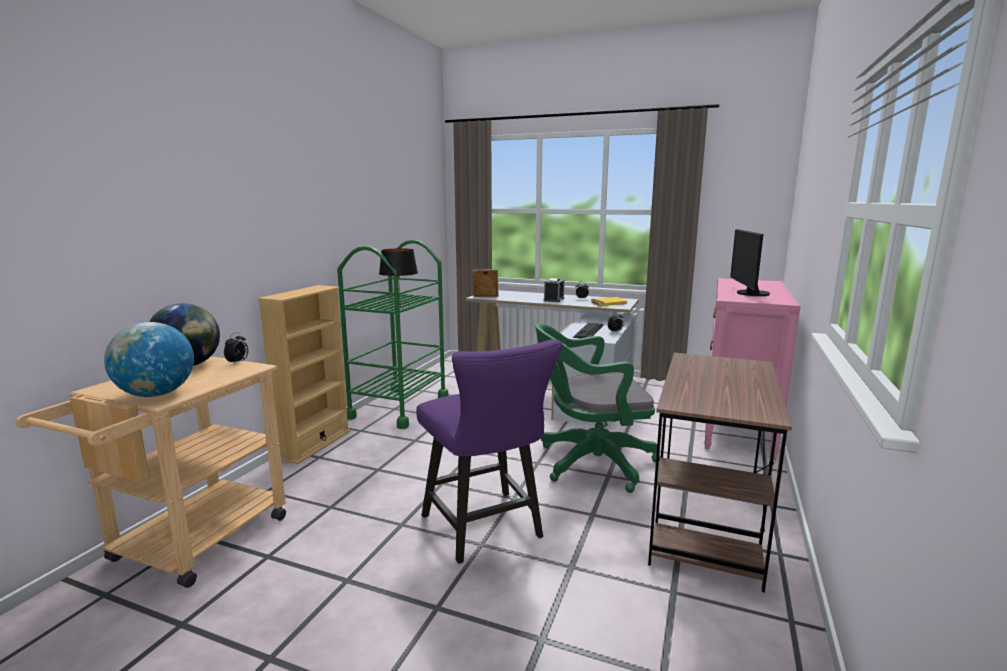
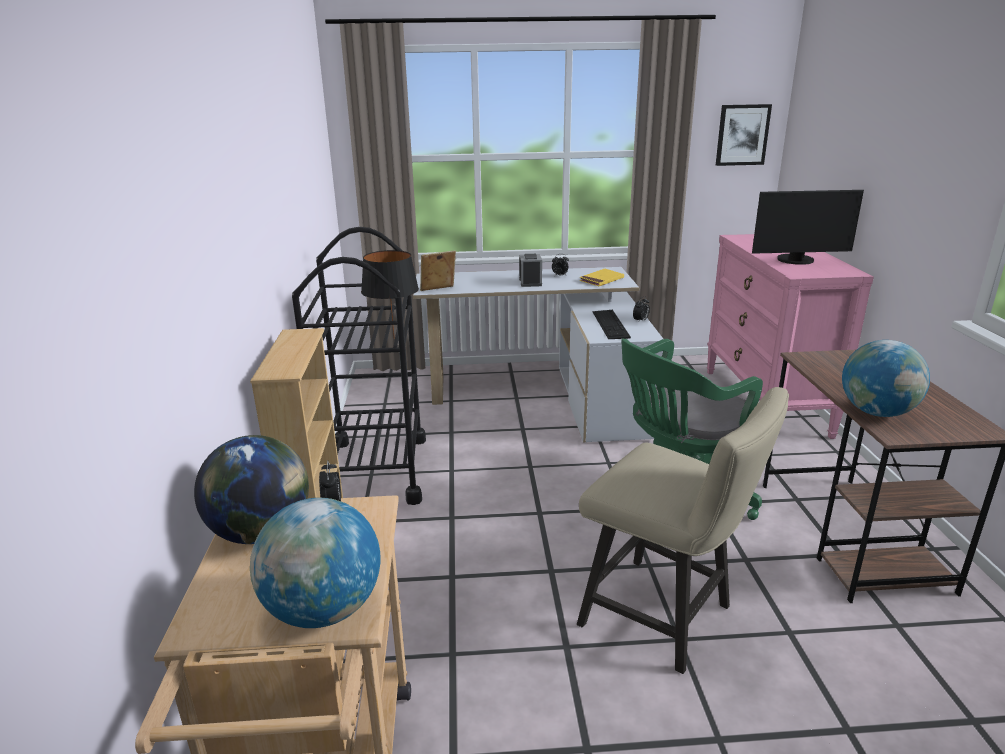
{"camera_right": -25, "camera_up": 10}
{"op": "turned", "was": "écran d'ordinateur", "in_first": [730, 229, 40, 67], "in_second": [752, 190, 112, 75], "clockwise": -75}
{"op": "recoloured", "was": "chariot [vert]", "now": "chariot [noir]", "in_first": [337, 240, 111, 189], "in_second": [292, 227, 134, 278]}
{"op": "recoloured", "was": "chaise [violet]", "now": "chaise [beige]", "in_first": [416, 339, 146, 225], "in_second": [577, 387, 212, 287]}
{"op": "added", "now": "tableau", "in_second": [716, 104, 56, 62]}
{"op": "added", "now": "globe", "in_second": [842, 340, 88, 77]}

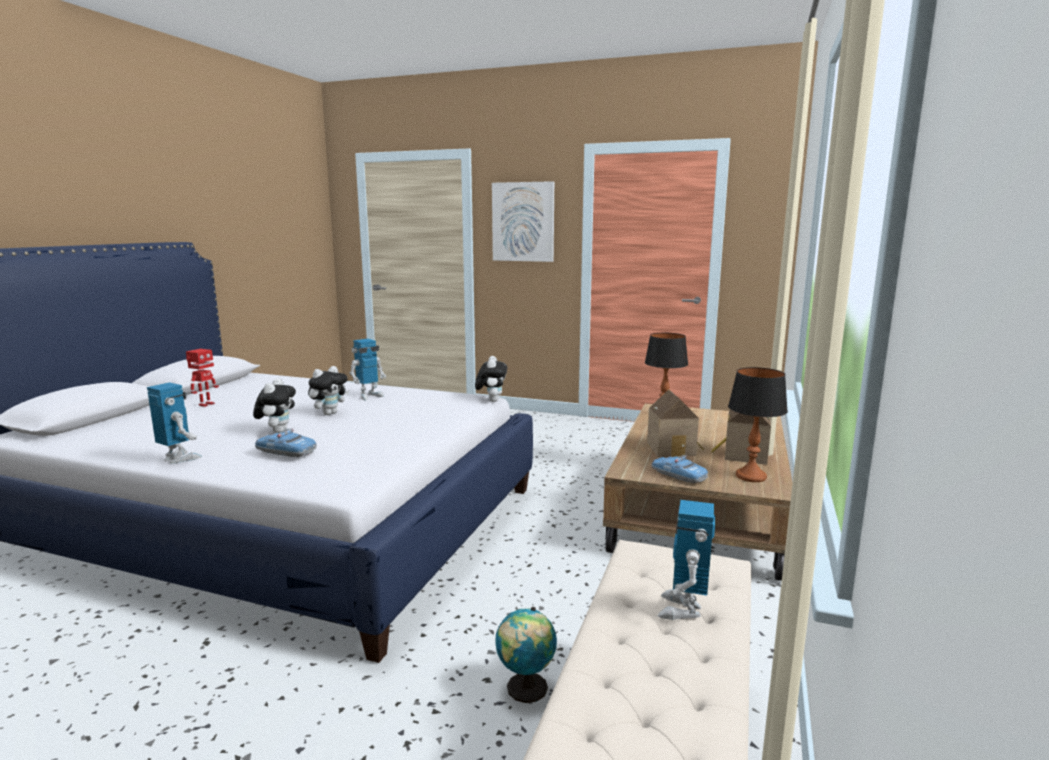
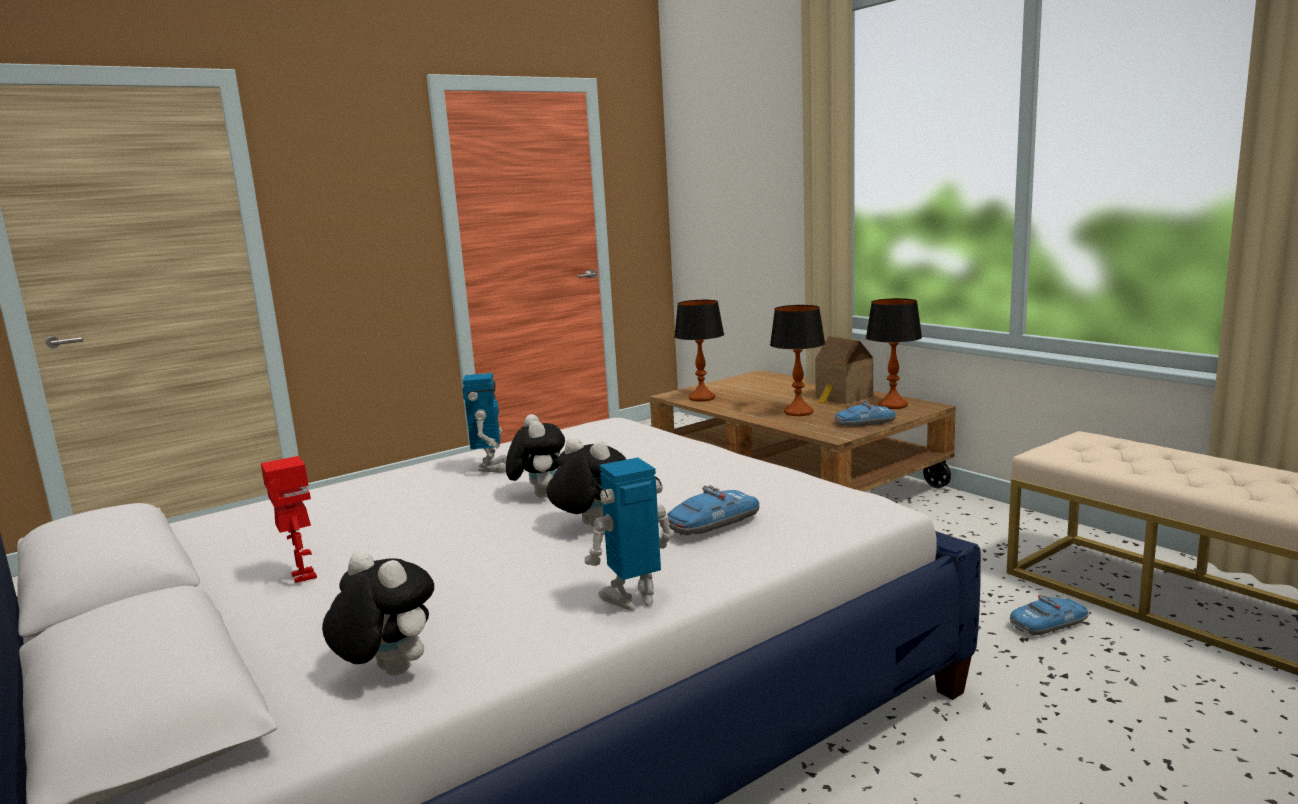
{"camera_right": -55, "camera_up": 0}
{"op": "removed", "was": "tableau", "in_first": [492, 181, 62, 81]}
{"op": "moved", "was": "peluche", "in_first": [475, 356, 32, 46], "in_second": [322, 551, 112, 125]}
{"op": "replaced", "was": "maison miniature", "now": "lampe de table", "in_first": [647, 389, 57, 68], "in_second": [770, 305, 55, 111]}
{"op": "removed", "was": "robot jouet", "in_first": [658, 500, 57, 120]}
{"op": "replaced", "was": "globe", "now": "petite voiture", "in_first": [495, 607, 62, 96], "in_second": [1010, 594, 78, 42]}

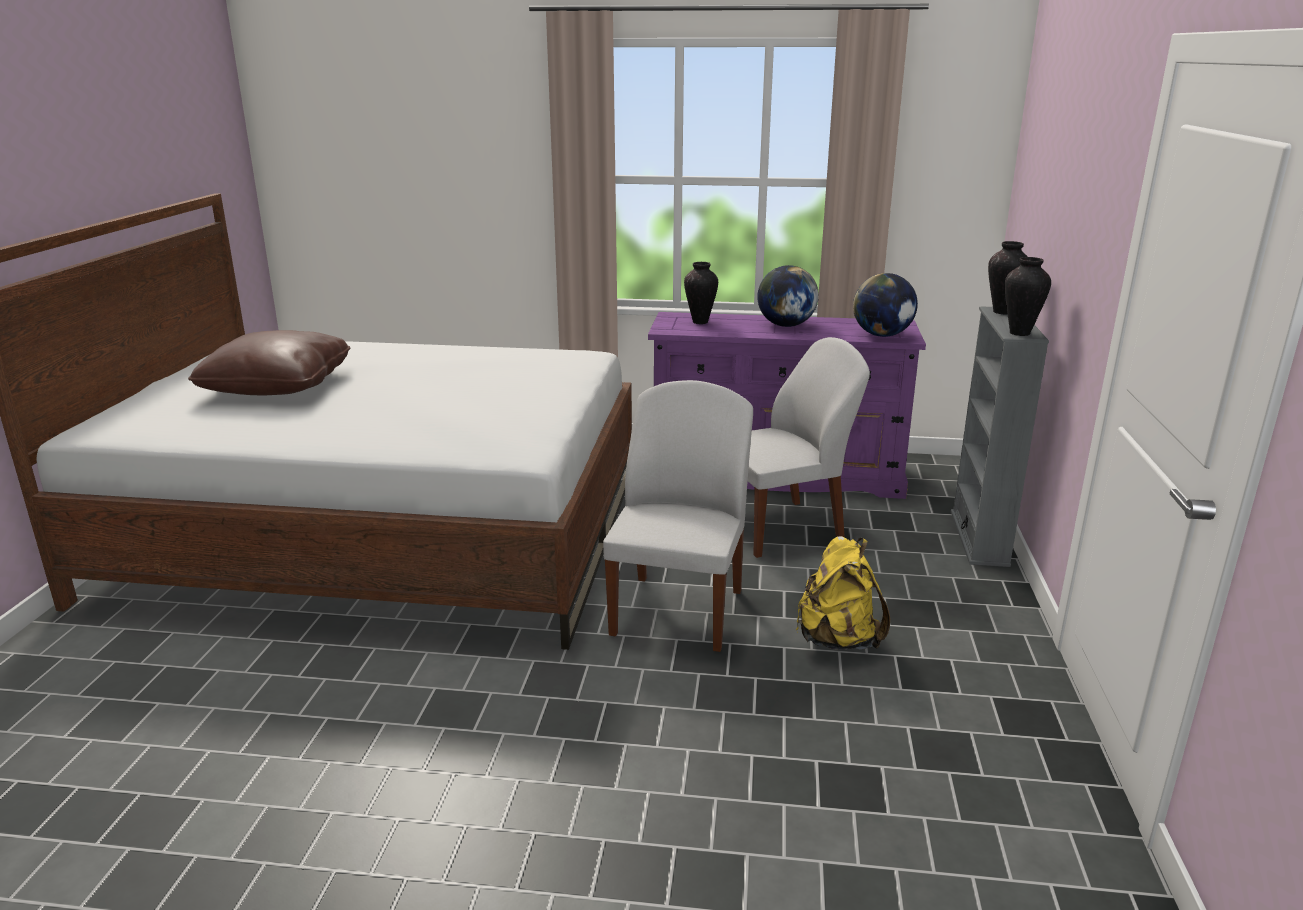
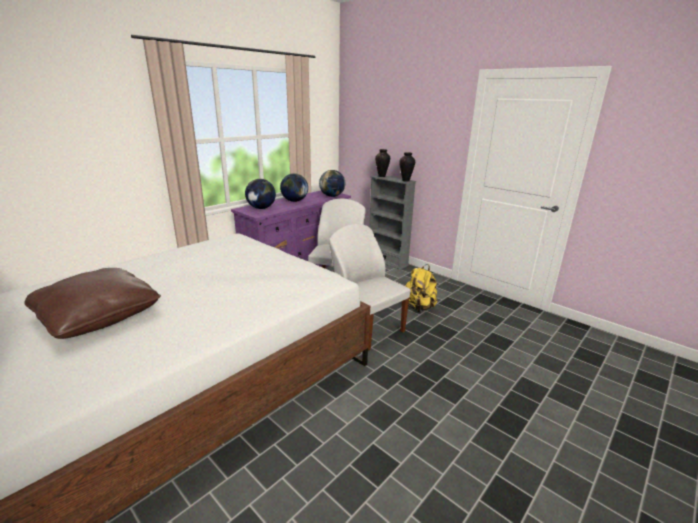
{"camera_right": -55, "camera_up": 0}
{"op": "replaced", "was": "vase", "now": "globe", "in_first": [684, 262, 34, 62], "in_second": [245, 179, 31, 30]}

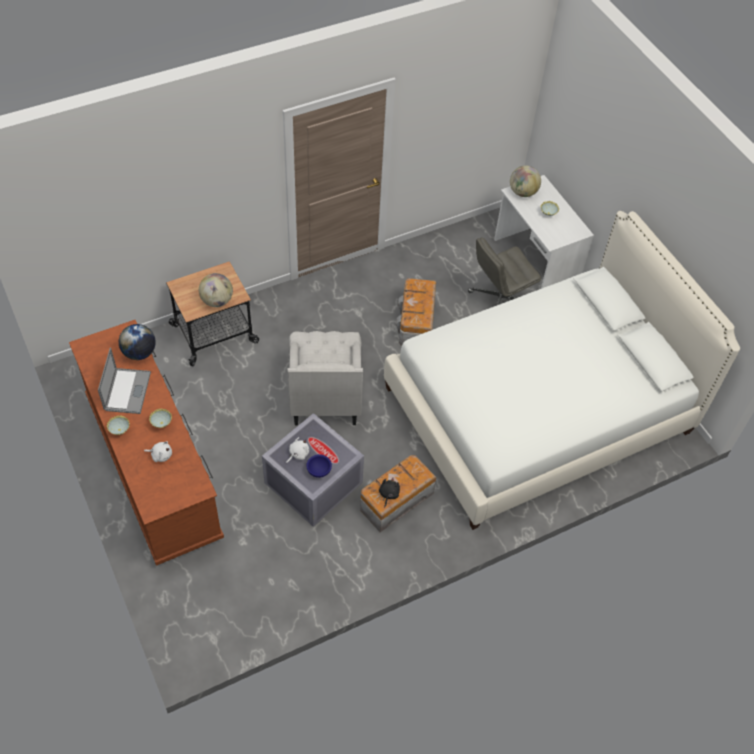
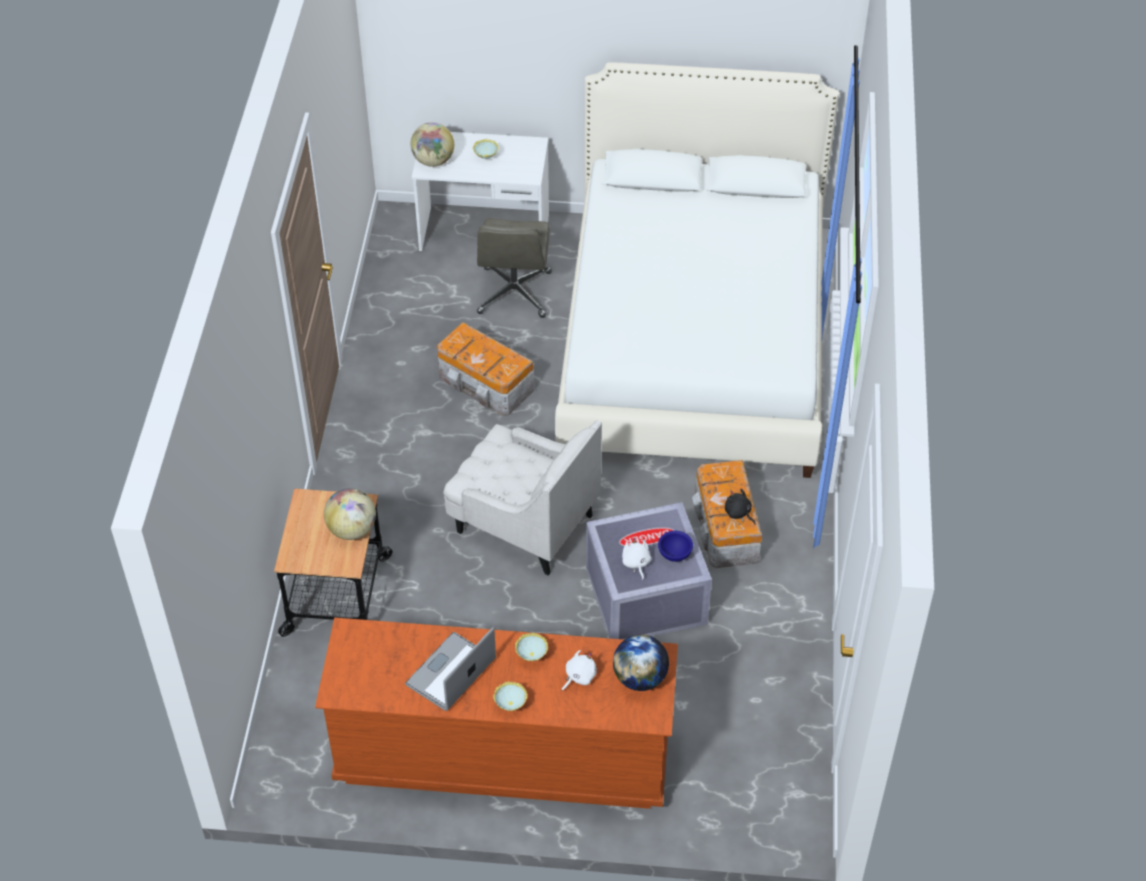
{"camera_right": -55, "camera_up": -5}
{"op": "moved", "was": "globe", "in_first": [119, 324, 37, 36], "in_second": [613, 634, 56, 57]}
{"op": "turned", "was": "ordinateur portable", "in_first": [98, 348, 53, 66], "in_second": [405, 627, 91, 84], "clockwise": -90}

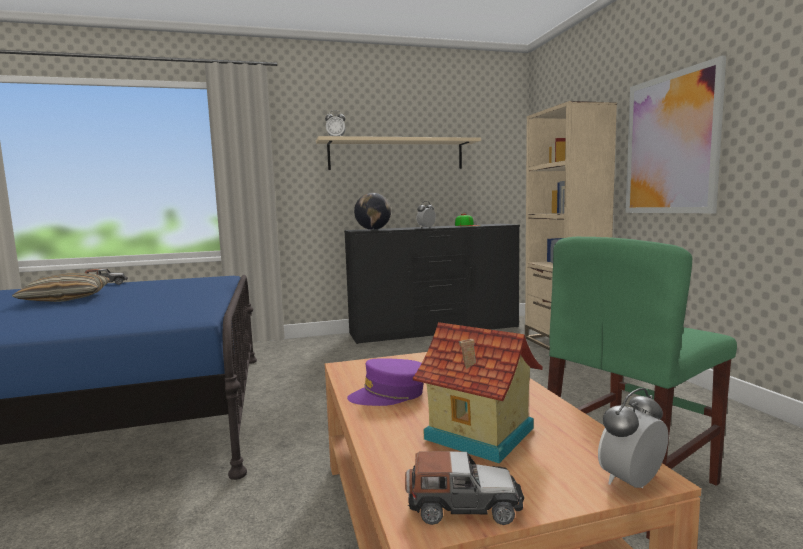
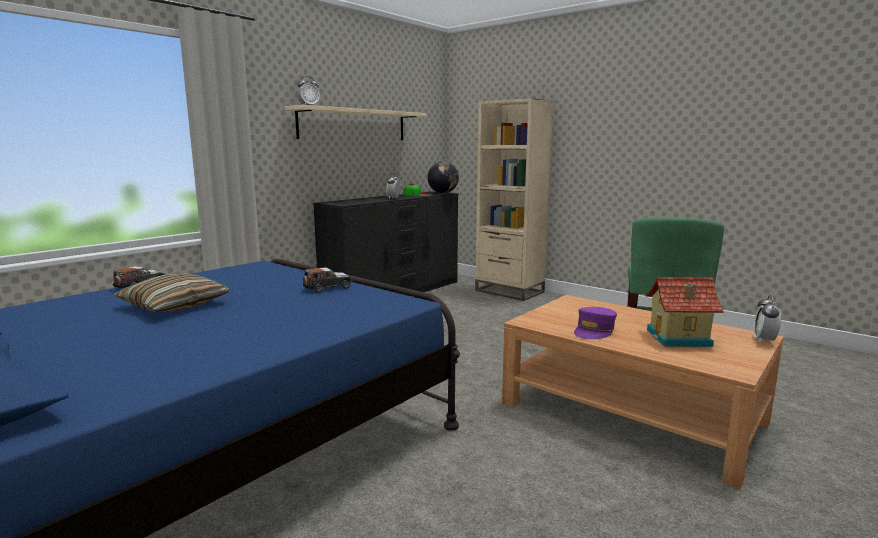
{"camera_right": -35, "camera_up": 5}
{"op": "removed", "was": "tableau", "in_first": [626, 55, 100, 158]}
{"op": "moved", "was": "globe", "in_first": [354, 193, 37, 37], "in_second": [427, 162, 32, 31]}
{"op": "moved", "was": "petite voiture", "in_first": [405, 451, 119, 74], "in_second": [303, 267, 50, 26]}

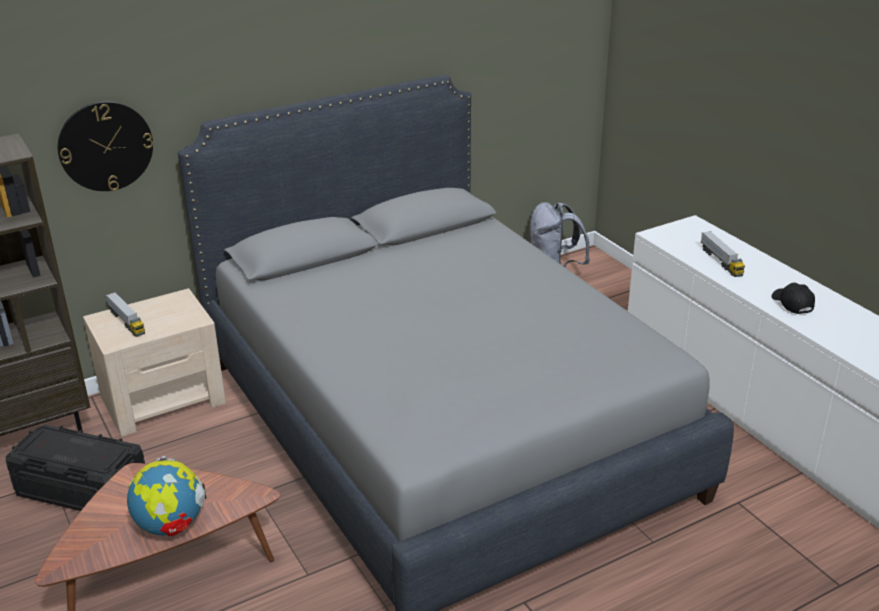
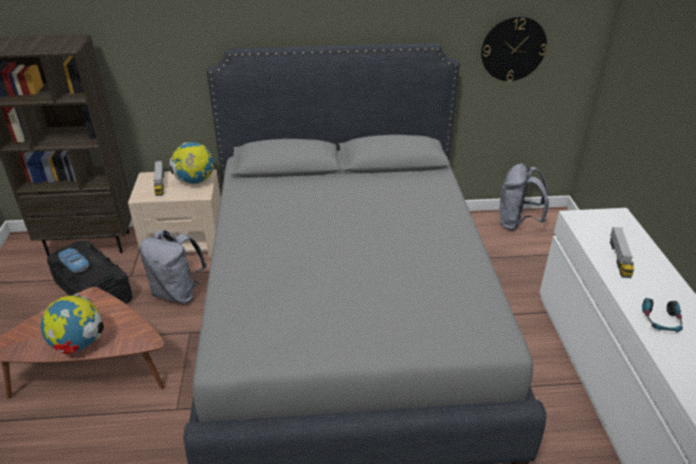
{"camera_right": 25, "camera_up": 5}
{"op": "moved", "was": "horloge murale", "in_first": [58, 101, 95, 90], "in_second": [481, 16, 66, 65]}
{"op": "replaced", "was": "casquette [noir]", "now": "casque audio", "in_first": [771, 283, 44, 31], "in_second": [642, 298, 41, 34]}
{"op": "added", "now": "globe", "in_second": [170, 142, 44, 42]}
{"op": "added", "now": "sac à dos [gris]", "in_second": [140, 230, 67, 74]}
{"op": "added", "now": "petite voiture", "in_second": [58, 248, 31, 25]}

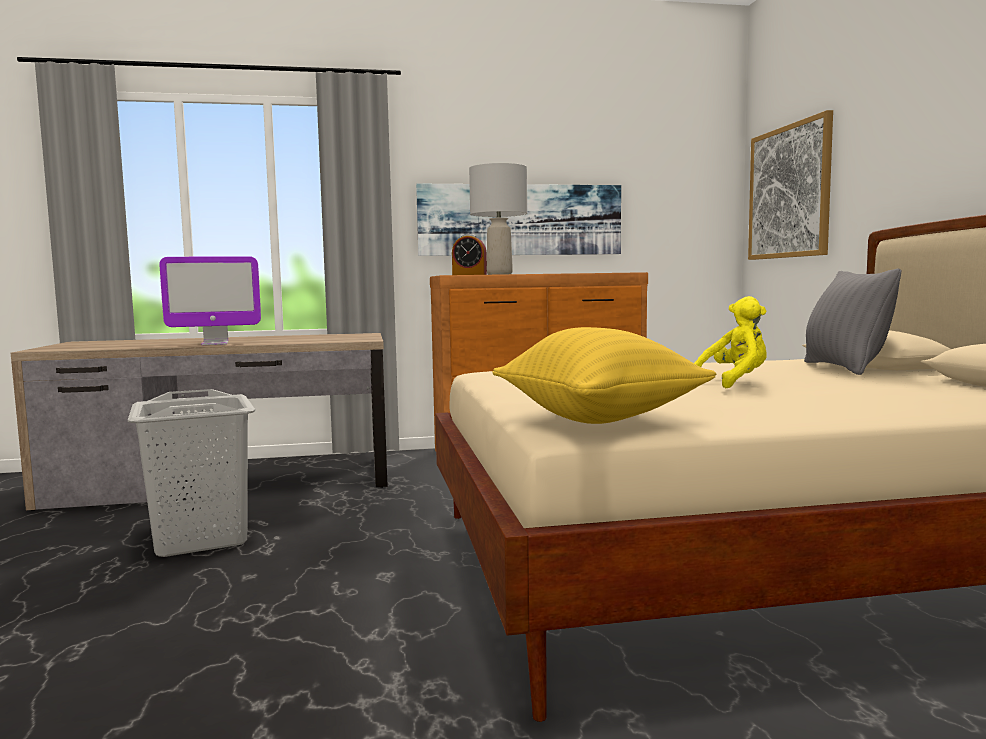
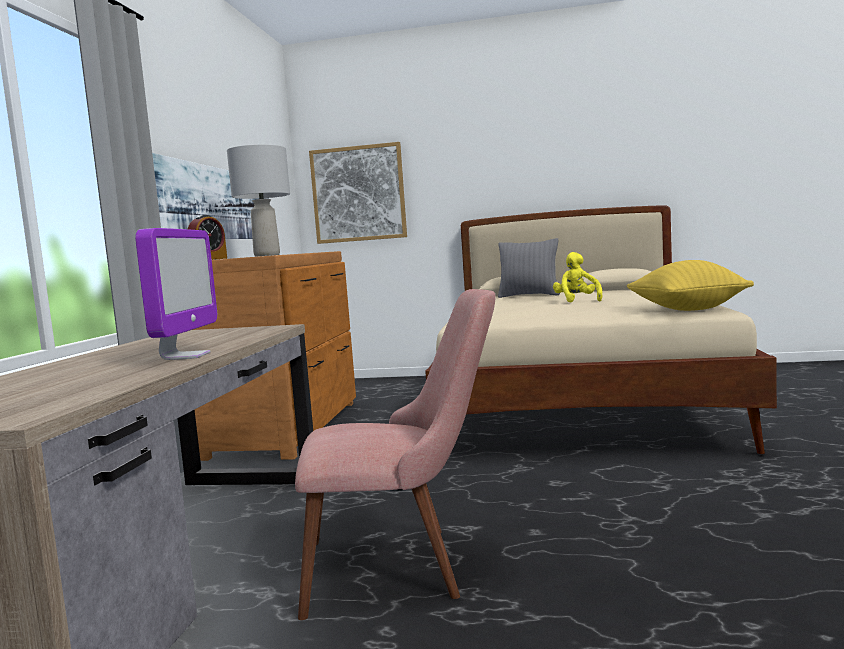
{"camera_right": -70, "camera_up": 0}
{"op": "replaced", "was": "panier à linge [gris]", "now": "chaise [rose]", "in_first": [128, 389, 127, 168], "in_second": [295, 289, 201, 331]}

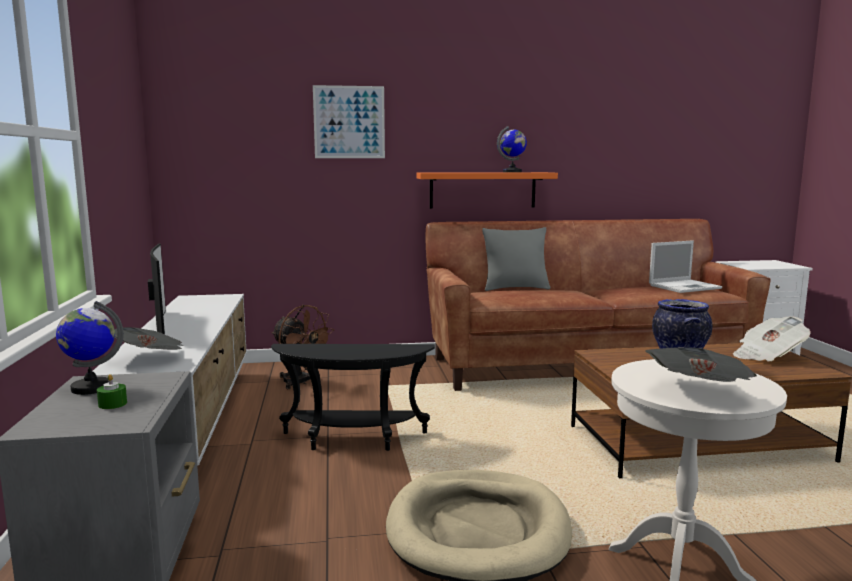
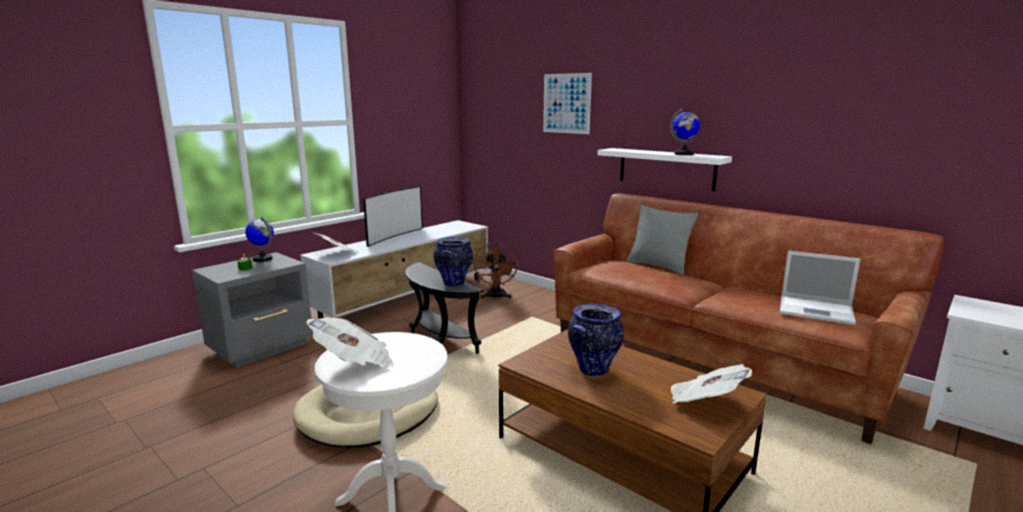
{"camera_right": 50, "camera_up": 5}
{"op": "recoloured", "was": "étagère [orange]", "now": "étagère [blanc]", "in_first": [417, 172, 141, 37], "in_second": [597, 148, 135, 43]}
{"op": "added", "now": "vase", "in_second": [433, 237, 40, 50]}

